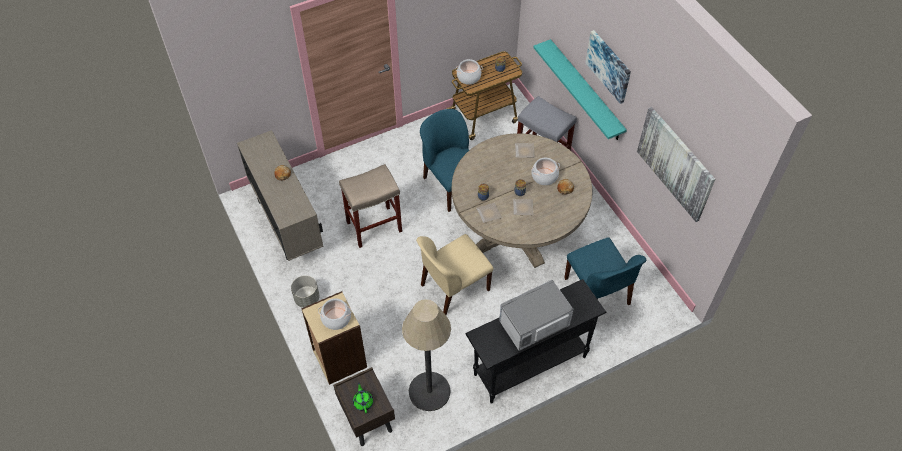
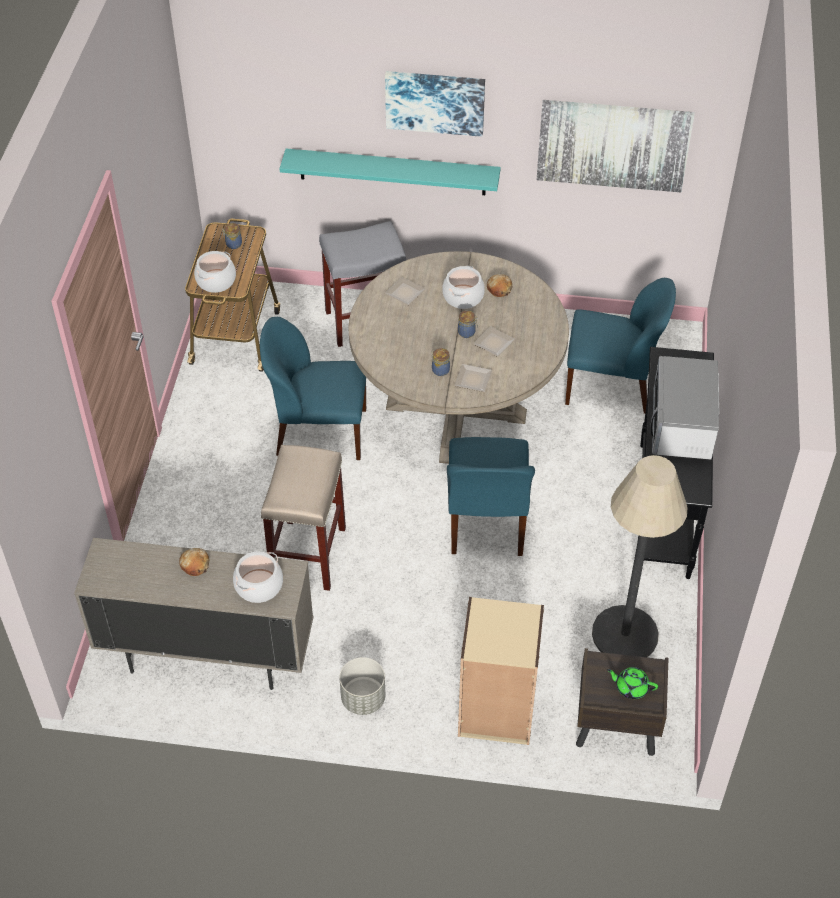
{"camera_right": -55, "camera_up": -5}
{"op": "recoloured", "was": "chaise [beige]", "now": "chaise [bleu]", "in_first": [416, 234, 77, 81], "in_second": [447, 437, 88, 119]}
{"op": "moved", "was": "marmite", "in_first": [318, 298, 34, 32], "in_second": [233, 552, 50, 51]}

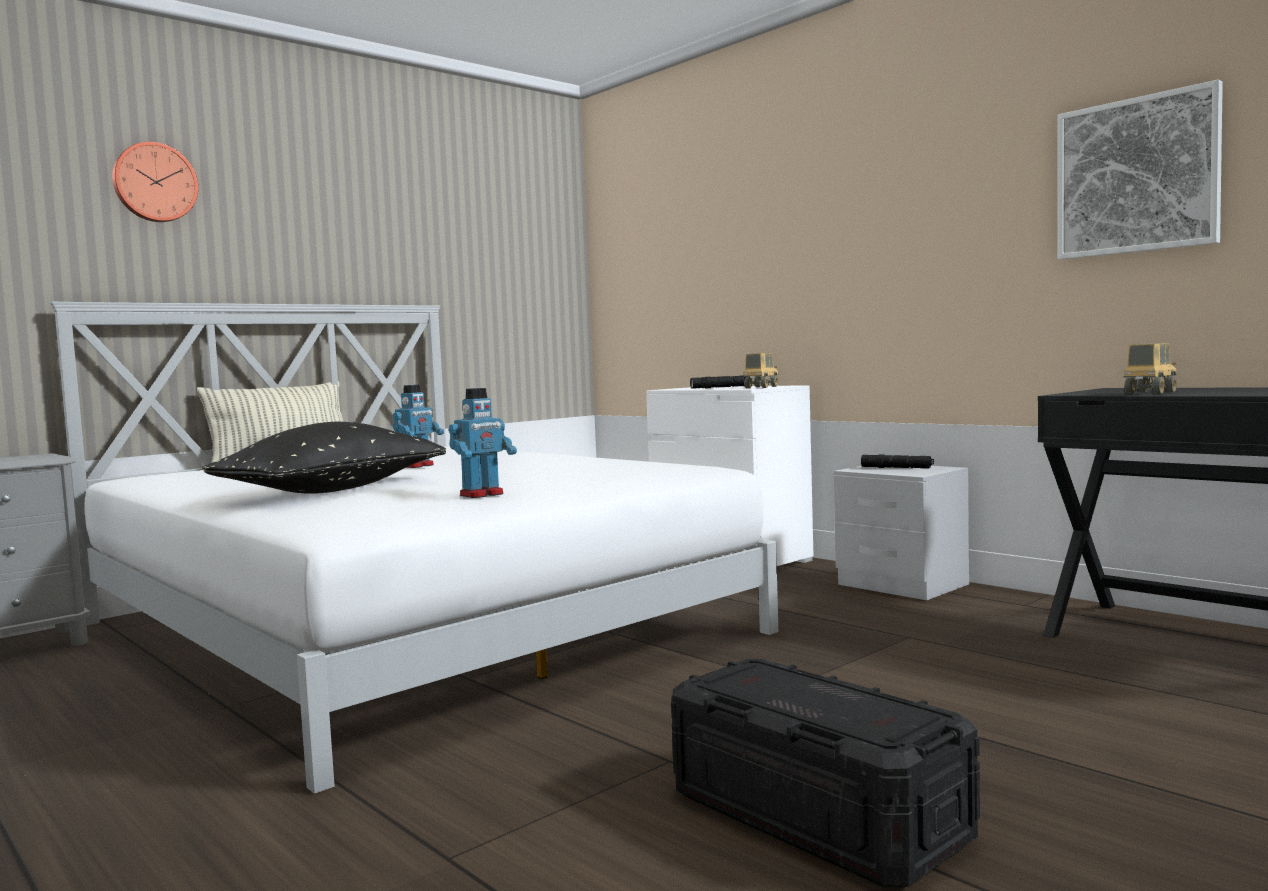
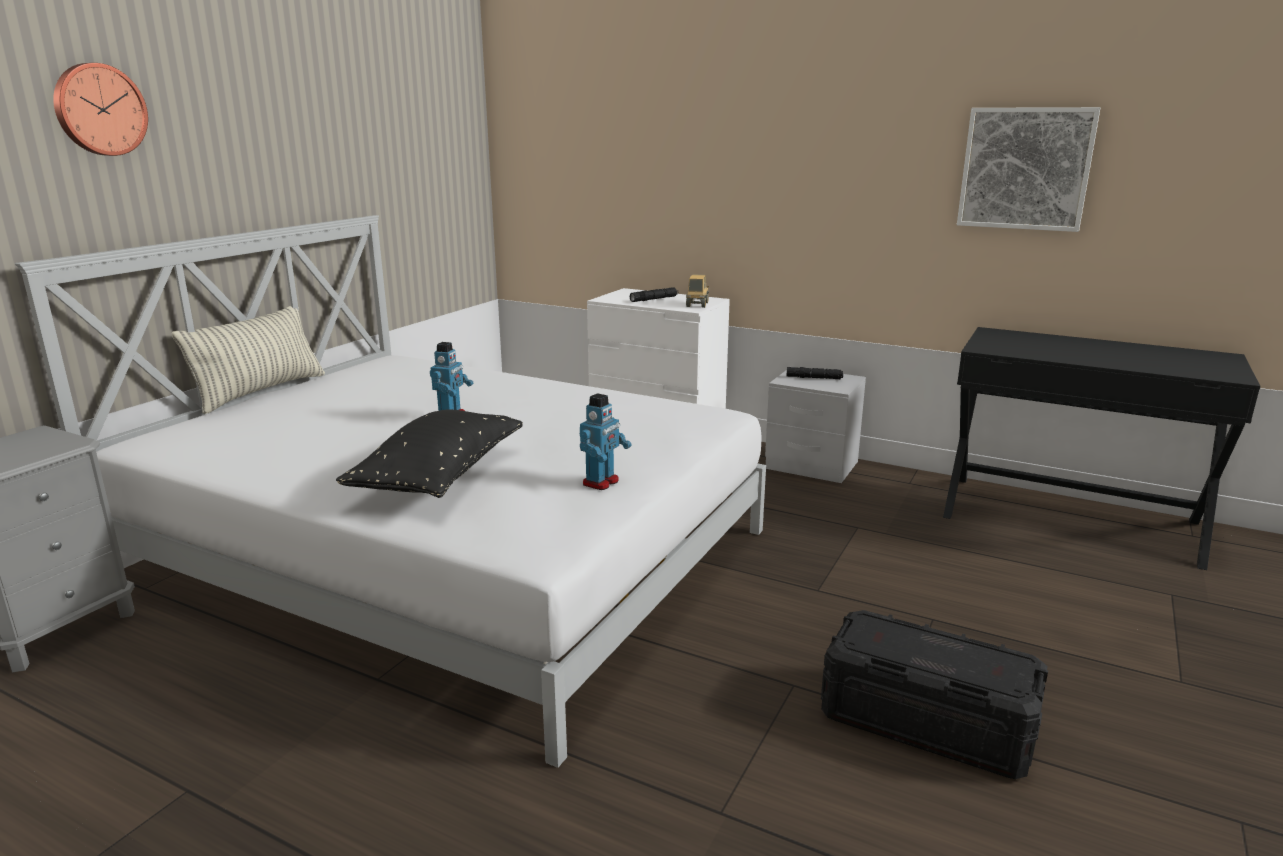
{"camera_right": -20, "camera_up": 15}
{"op": "removed", "was": "camion jouet", "in_first": [1123, 343, 54, 51]}

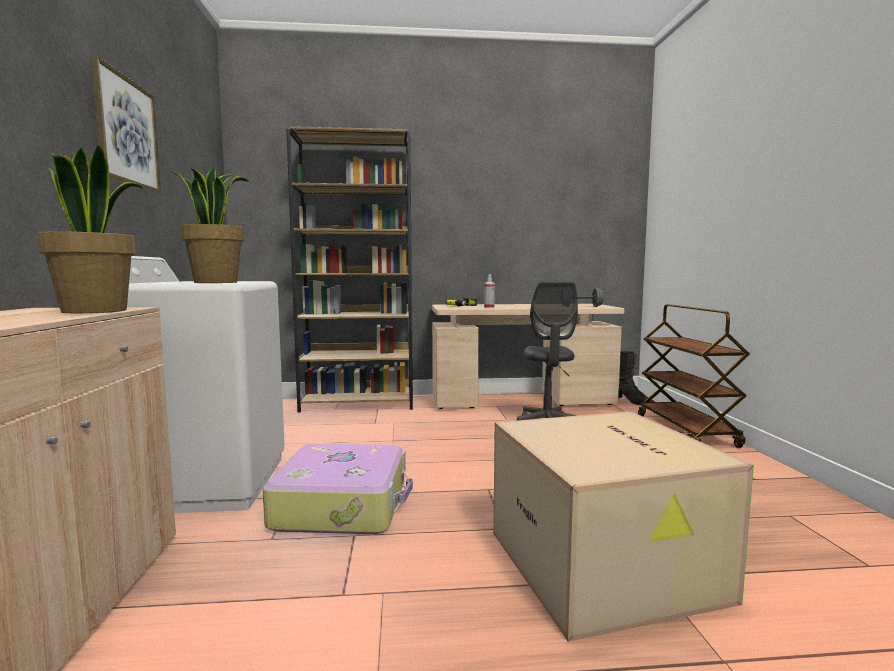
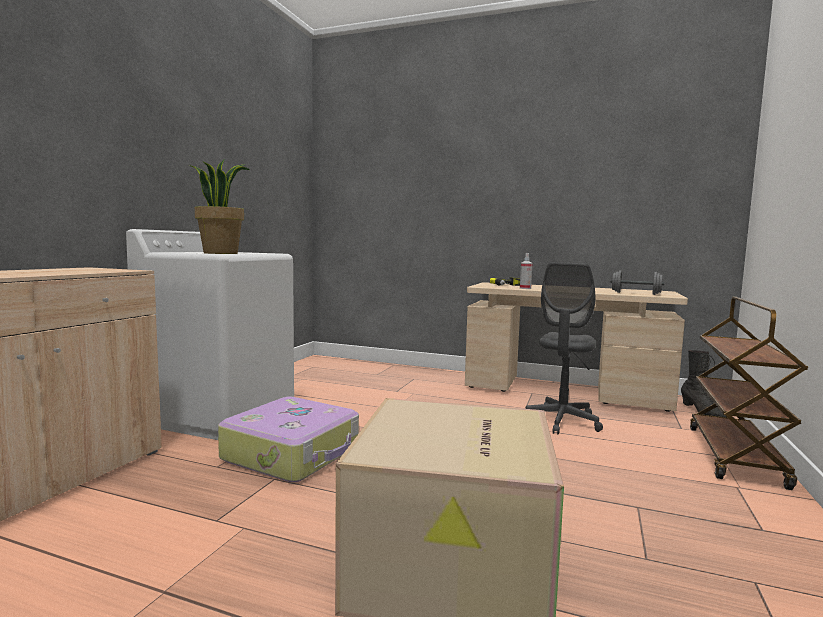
{"camera_right": 25, "camera_up": 0}
{"op": "removed", "was": "tableau", "in_first": [91, 56, 70, 137]}
{"op": "removed", "was": "bibliothèque [marron]", "in_first": [286, 126, 127, 286]}
{"op": "removed", "was": "plante en pot", "in_first": [38, 145, 106, 168]}

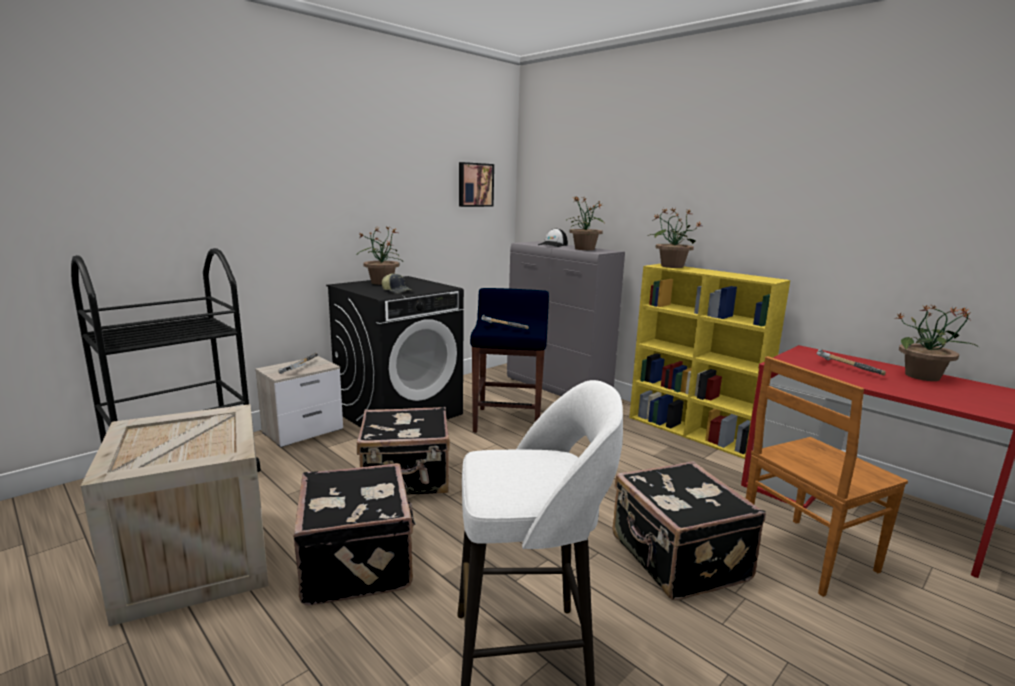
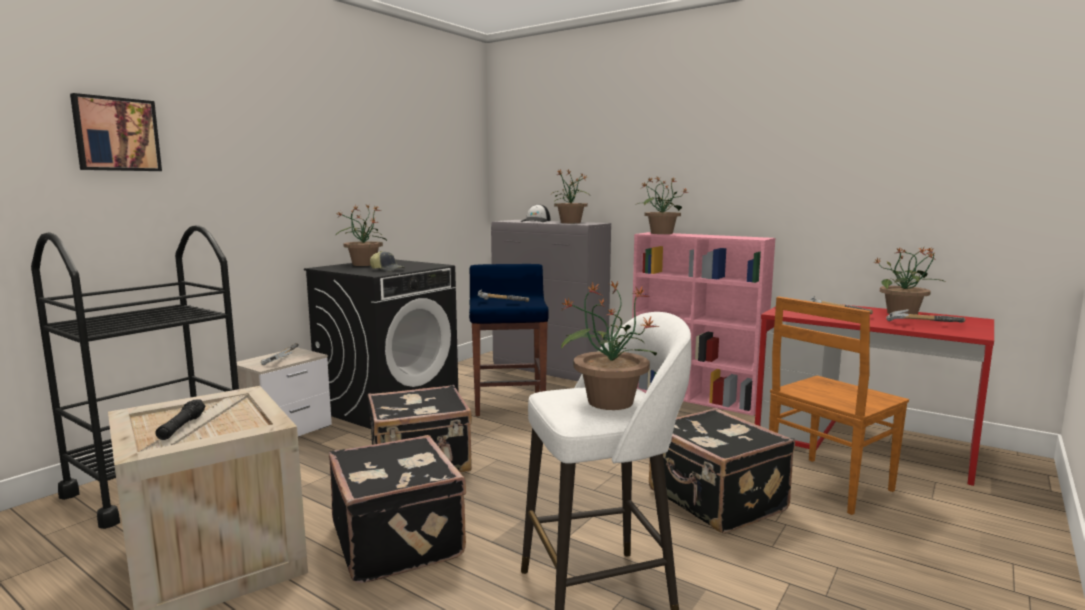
{"camera_right": -10, "camera_up": -5}
{"op": "moved", "was": "tableau", "in_first": [459, 162, 35, 45], "in_second": [70, 93, 92, 78]}
{"op": "recoloured", "was": "bibliothèque [jaune]", "now": "bibliothèque [rose]", "in_first": [629, 264, 161, 195], "in_second": [632, 232, 143, 184]}
{"op": "added", "now": "plante en pot", "in_second": [561, 281, 98, 129]}
{"op": "added", "now": "marteau", "in_second": [886, 309, 79, 14]}
{"op": "added", "now": "lampe de poche [noir]", "in_second": [156, 400, 50, 40]}

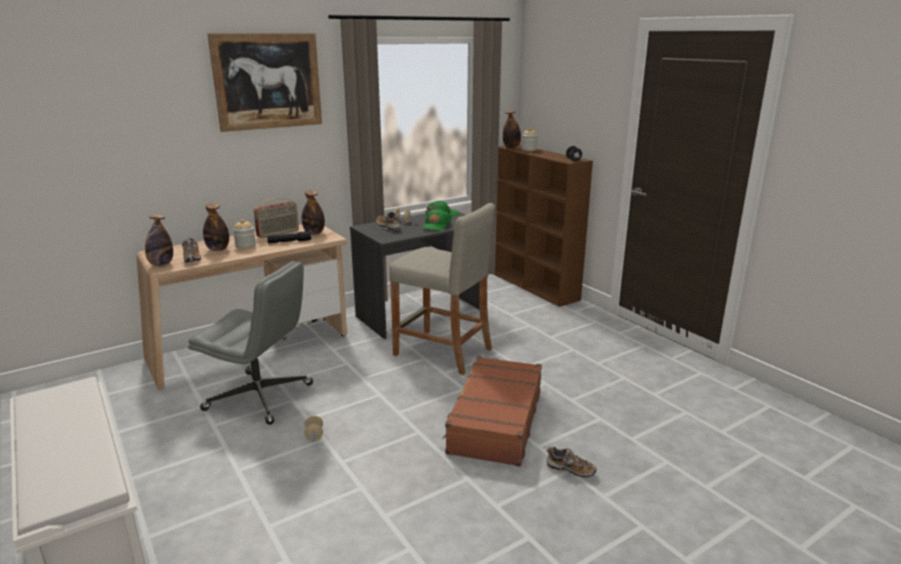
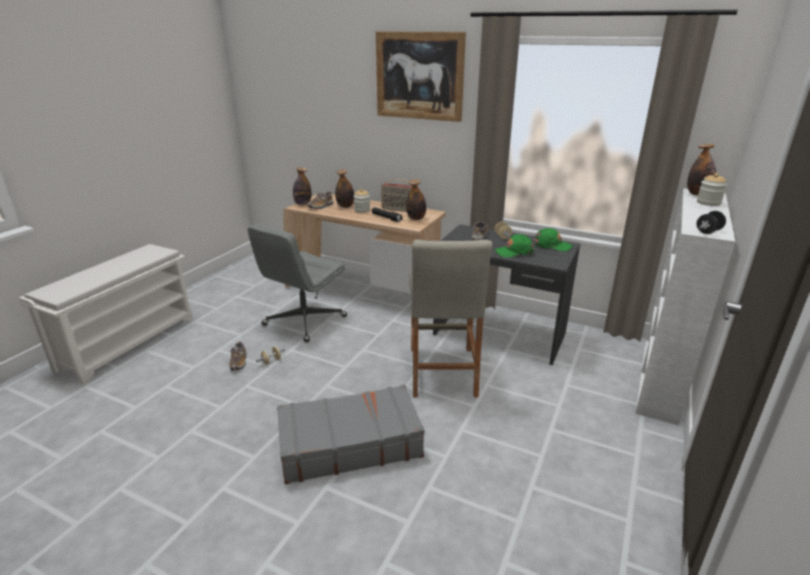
{"camera_right": 60, "camera_up": 5}
{"op": "recoloured", "was": "bibliothèque [marron]", "now": "bibliothèque [blanc]", "in_first": [495, 145, 98, 162], "in_second": [635, 188, 101, 238]}
{"op": "turned", "was": "chaise de bureau [gris]", "in_first": [188, 261, 125, 164], "in_second": [248, 224, 99, 118], "clockwise": 45}
{"op": "recoloured", "was": "valise [marron]", "now": "valise [gris]", "in_first": [443, 356, 99, 111], "in_second": [277, 385, 148, 99]}
{"op": "moved", "was": "chaussure", "in_first": [546, 446, 51, 32], "in_second": [230, 341, 17, 30]}

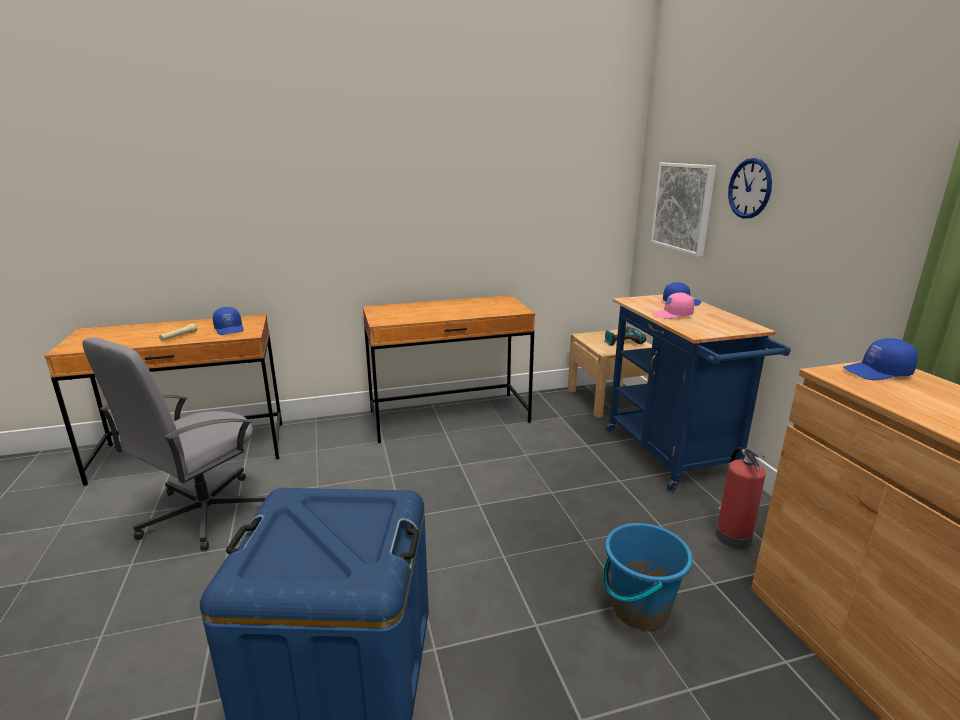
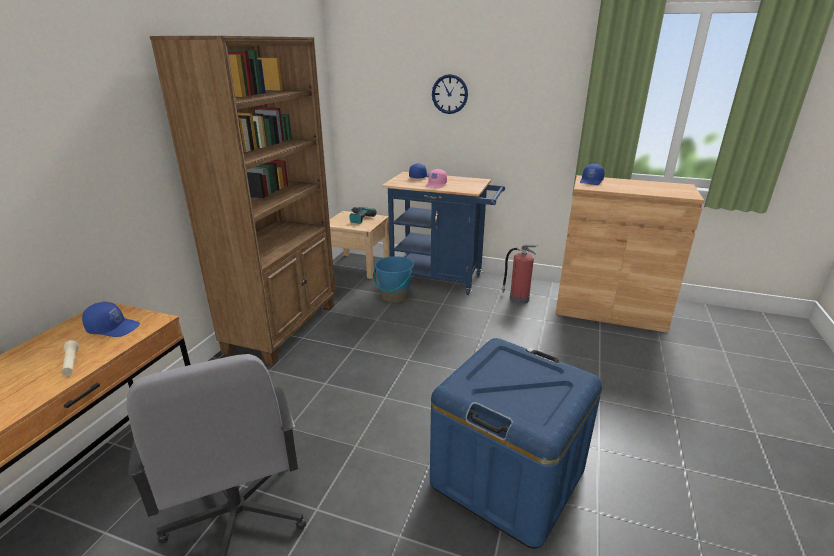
{"camera_right": -55, "camera_up": 5}
{"op": "removed", "was": "tableau", "in_first": [651, 163, 65, 94]}
{"op": "replaced", "was": "bureau [marron]", "now": "bibliothèque [marron]", "in_first": [363, 295, 172, 148], "in_second": [150, 36, 186, 329]}
{"op": "moved", "was": "seau [bleu]", "in_first": [603, 521, 90, 109], "in_second": [373, 256, 41, 47]}

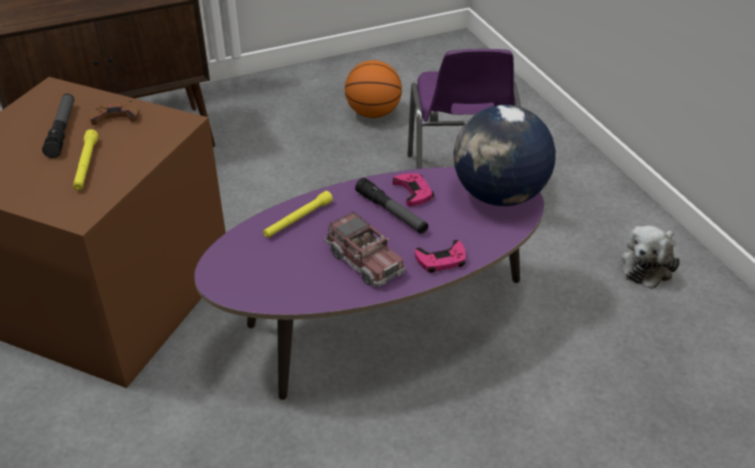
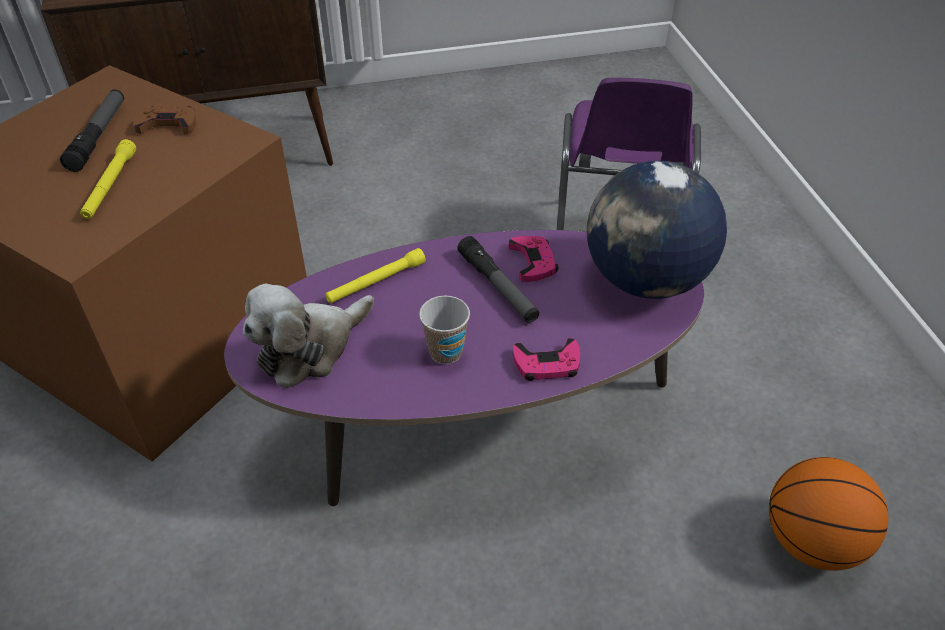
{"camera_right": 10, "camera_up": 5}
{"op": "moved", "was": "ballon de basket", "in_first": [345, 60, 57, 58], "in_second": [769, 457, 119, 114]}
{"op": "replaced", "was": "camion jouet", "now": "tasse", "in_first": [324, 211, 81, 76], "in_second": [419, 295, 51, 69]}
{"op": "moved", "was": "peluche", "in_first": [621, 226, 59, 63], "in_second": [243, 283, 131, 106]}

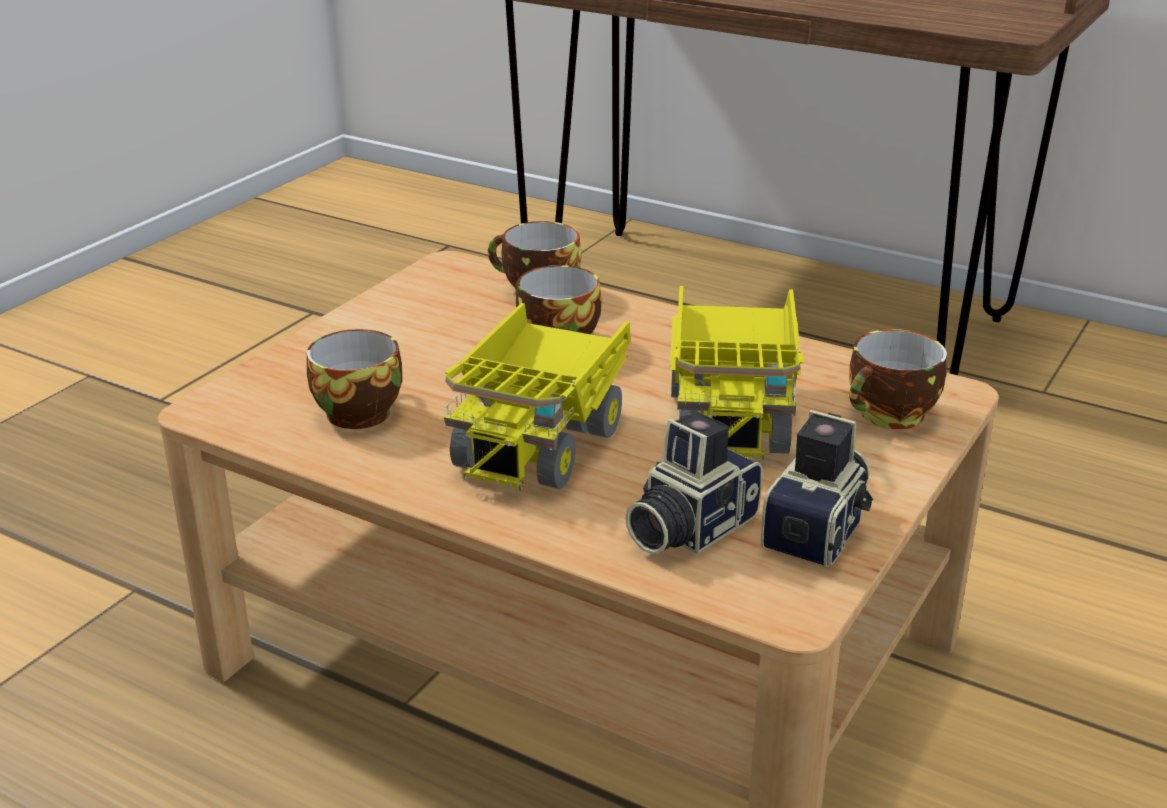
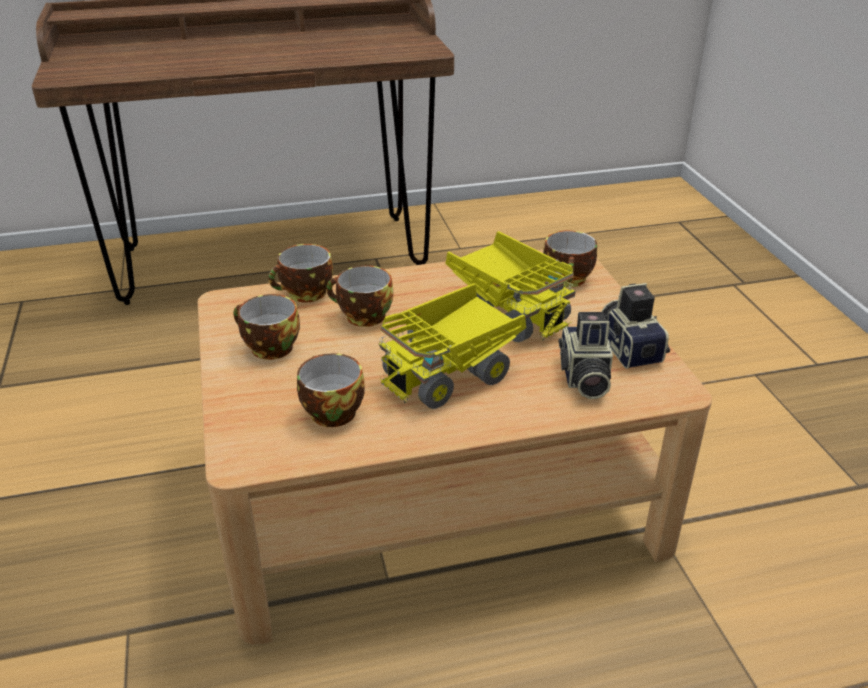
{"camera_right": -45, "camera_up": 5}
{"op": "turned", "was": "camion jouet", "in_first": [444, 303, 187, 189], "in_second": [379, 283, 147, 126], "clockwise": 75}
{"op": "added", "now": "tasse", "in_second": [233, 294, 67, 66]}

